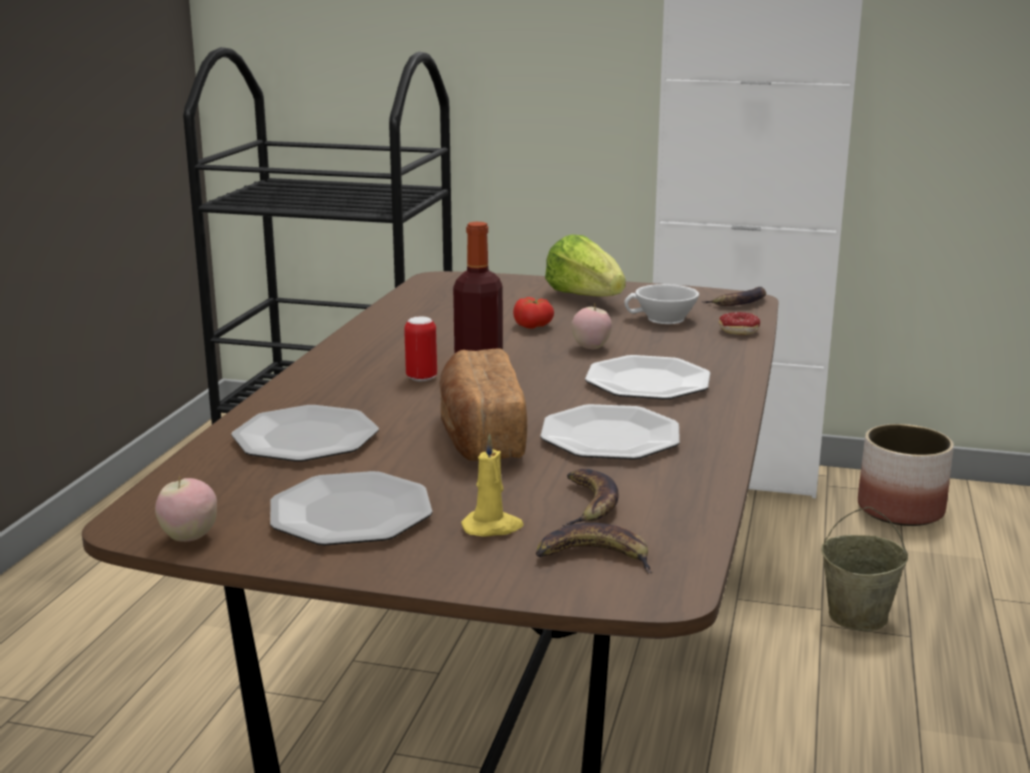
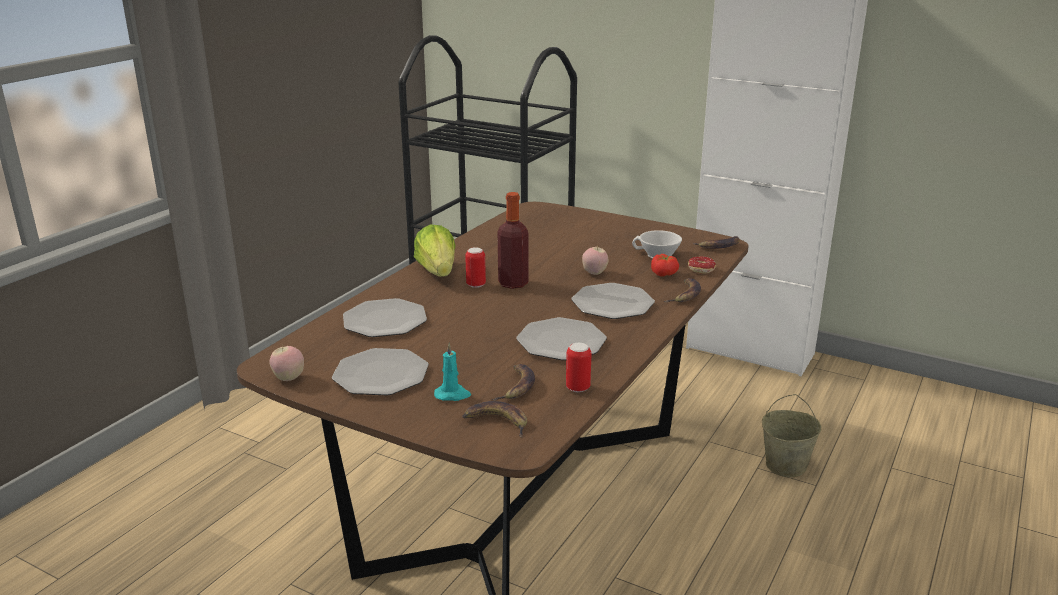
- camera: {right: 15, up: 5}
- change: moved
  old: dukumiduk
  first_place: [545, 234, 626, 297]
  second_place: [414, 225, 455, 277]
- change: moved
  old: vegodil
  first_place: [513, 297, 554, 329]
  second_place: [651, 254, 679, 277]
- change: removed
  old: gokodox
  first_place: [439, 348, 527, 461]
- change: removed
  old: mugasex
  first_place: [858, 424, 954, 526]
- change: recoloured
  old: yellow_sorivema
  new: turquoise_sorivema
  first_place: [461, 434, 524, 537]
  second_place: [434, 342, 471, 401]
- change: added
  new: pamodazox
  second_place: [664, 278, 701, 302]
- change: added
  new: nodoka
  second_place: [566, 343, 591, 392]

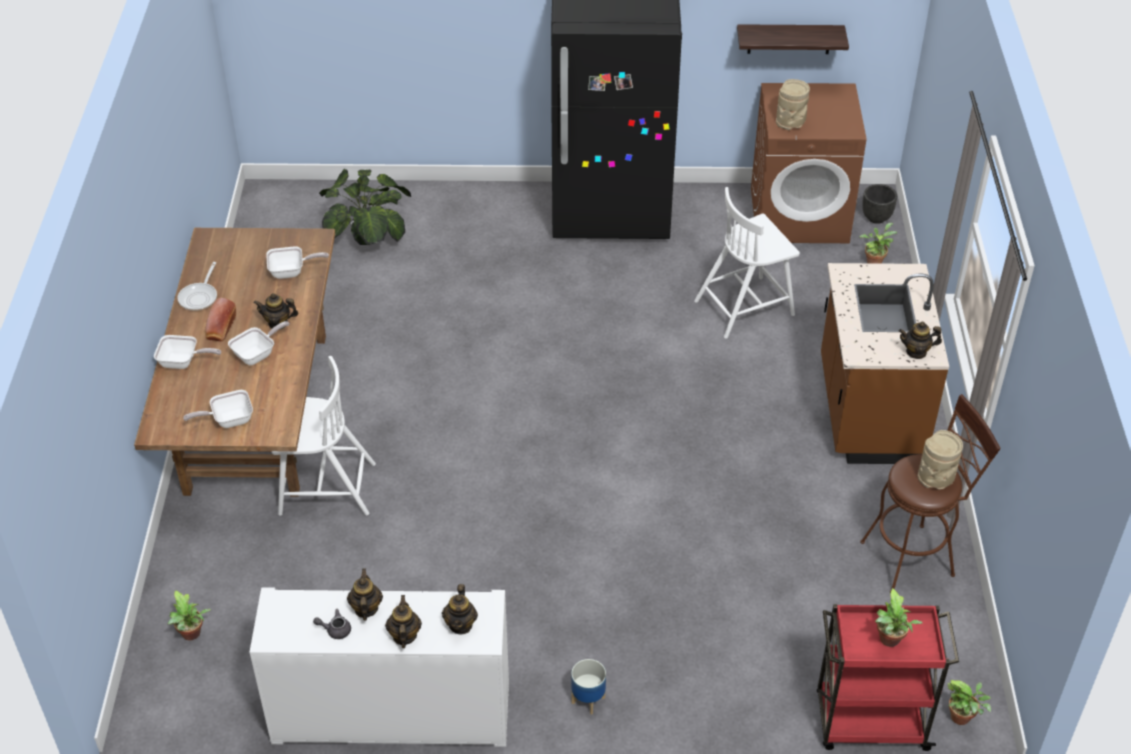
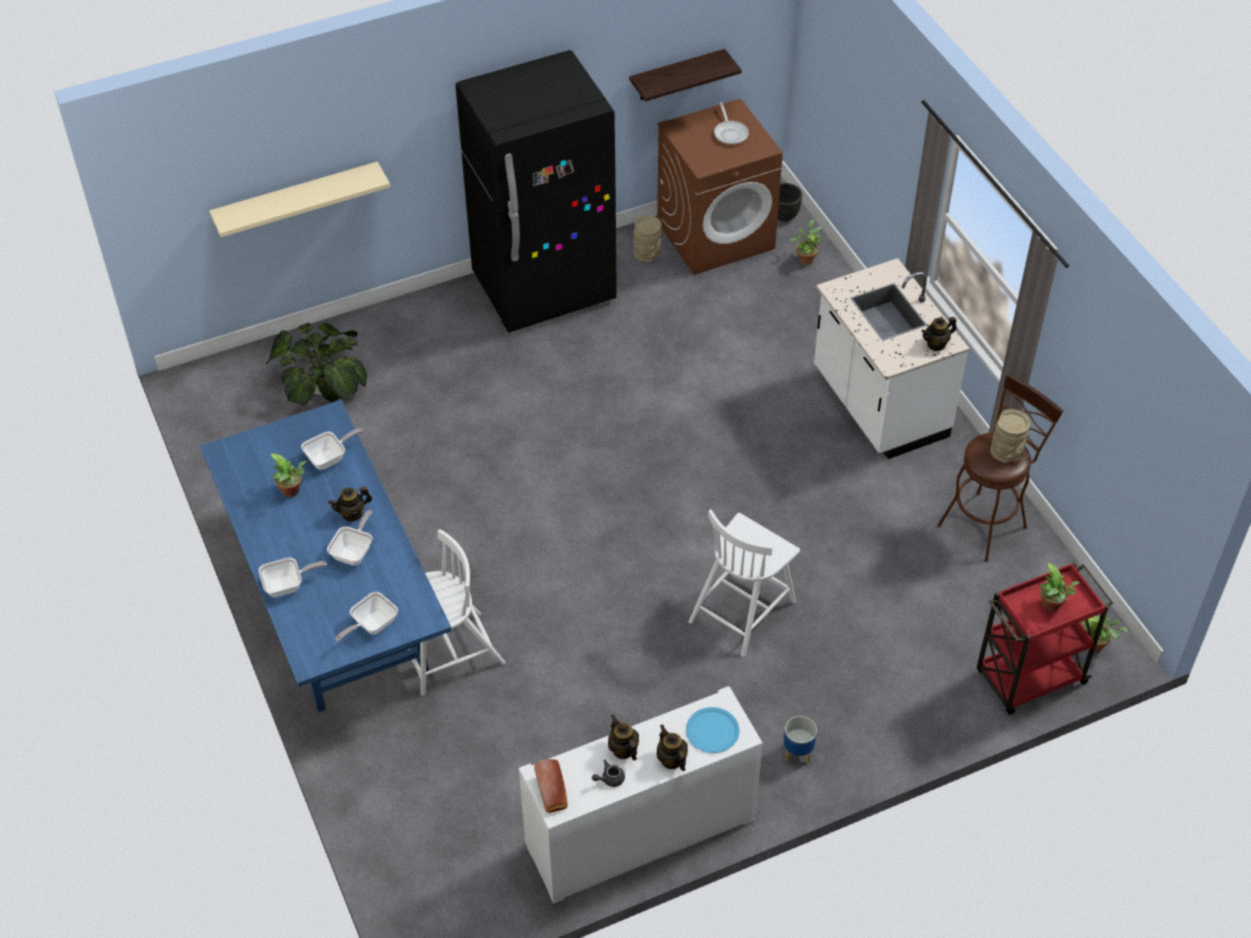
- camera: {right: -25, up: 5}
- change: moved
  old: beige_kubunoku
  first_place: [776, 79, 810, 130]
  second_place: [634, 215, 662, 262]
- change: moved
  old: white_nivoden
  first_place: [694, 187, 800, 339]
  second_place: [689, 509, 800, 657]
- change: recoloured
  old: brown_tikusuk
  new: blue_tikusuk
  first_place: [134, 228, 335, 497]
  second_place: [201, 400, 451, 712]
- change: moved
  old: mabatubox
  first_place: [178, 262, 217, 311]
  second_place: [714, 102, 749, 145]
- change: recoloured
  old: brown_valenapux
  new: white_valenapux
  first_place: [821, 263, 949, 464]
  second_place: [814, 258, 970, 459]
- change: moved
  old: gokodox
  first_place: [205, 298, 236, 341]
  second_place: [534, 759, 568, 813]
- change: replaced
  old: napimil
  new: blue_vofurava
  first_place: [442, 584, 478, 634]
  second_place: [686, 707, 740, 753]
- change: moved
  old: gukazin
  first_place: [168, 590, 211, 641]
  second_place: [271, 454, 306, 497]
- change: added
  new: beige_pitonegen
  second_place: [209, 162, 390, 237]

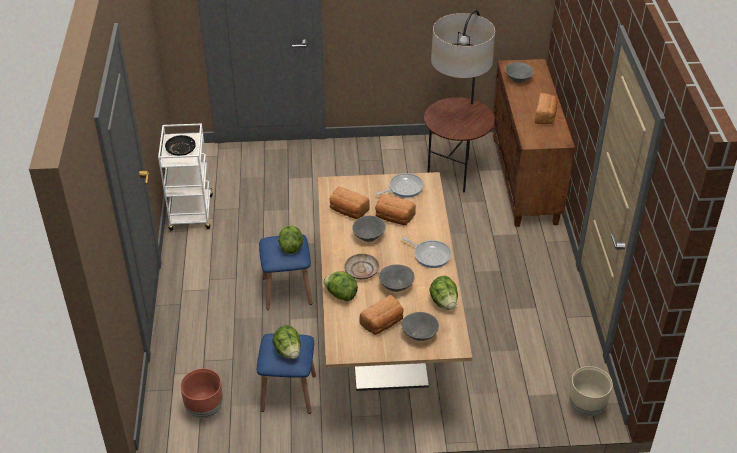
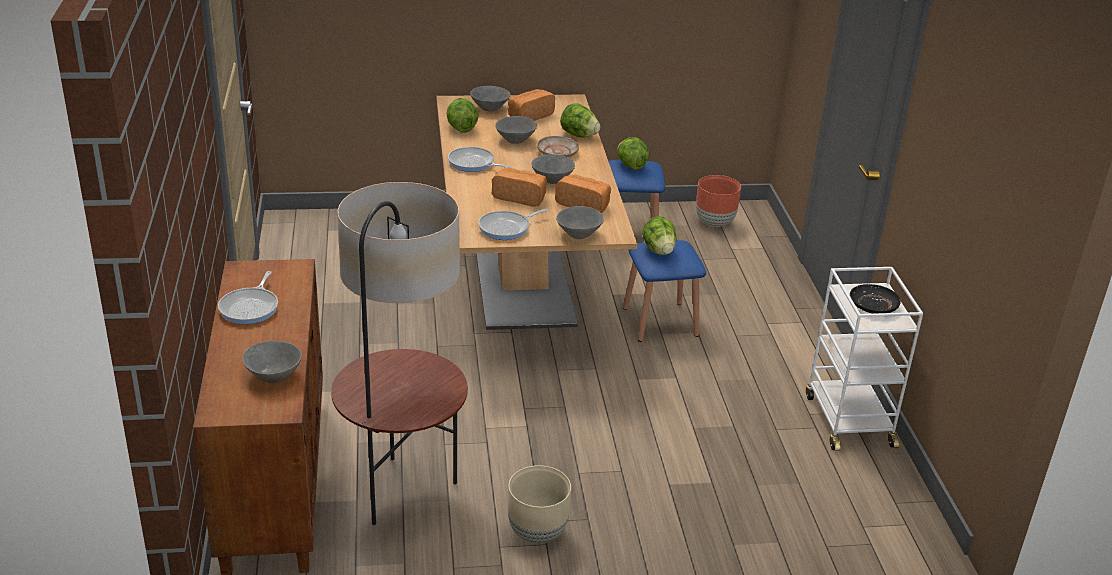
- camera: {right: 175, up: -10}
- change: replaced
  old: gokodox
  new: mabatubox
  first_place: [535, 93, 558, 124]
  second_place: [218, 271, 278, 324]
- change: moved
  old: beige_mugasex
  first_place: [569, 366, 613, 416]
  second_place: [508, 465, 571, 544]
- change: added
  new: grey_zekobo
  second_place: [556, 206, 604, 239]

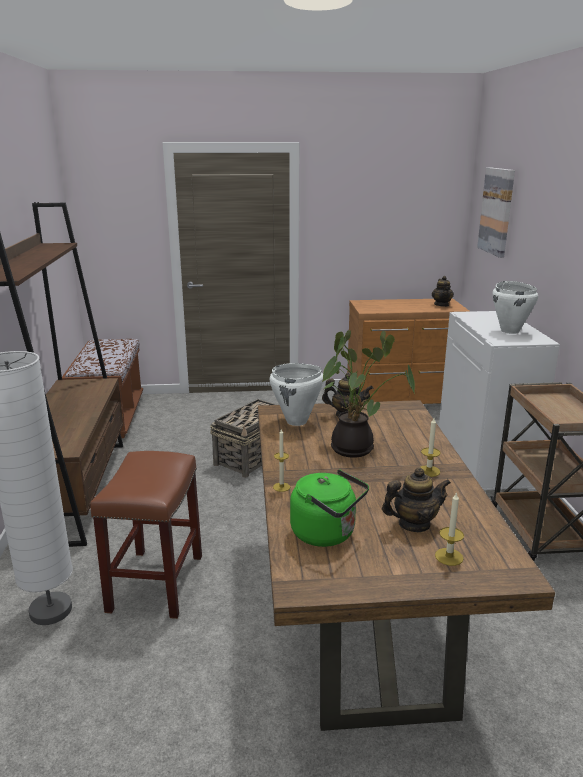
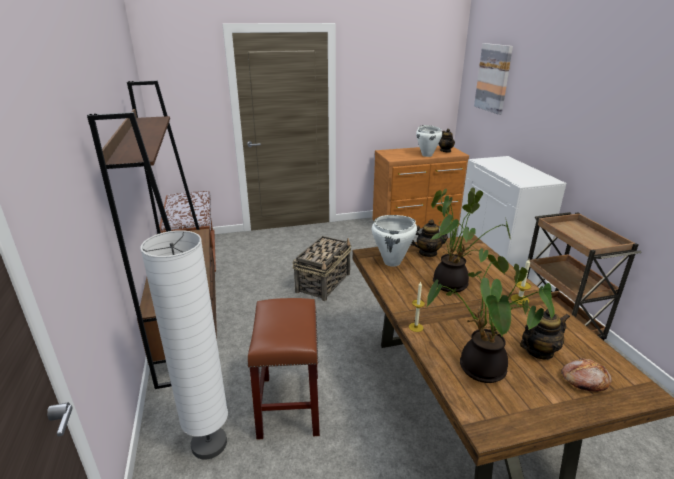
- camera: {right: -10, up: 5}
- change: moved
  old: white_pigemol
  first_place: [492, 281, 538, 334]
  second_place: [416, 125, 442, 157]
- change: replaced
  old: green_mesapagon
  new: gukazin
  first_place: [290, 469, 369, 547]
  second_place: [426, 255, 555, 383]
- change: replaced
  old: sorivema
  new: gokodox
  first_place: [435, 492, 464, 566]
  second_place: [561, 358, 612, 392]

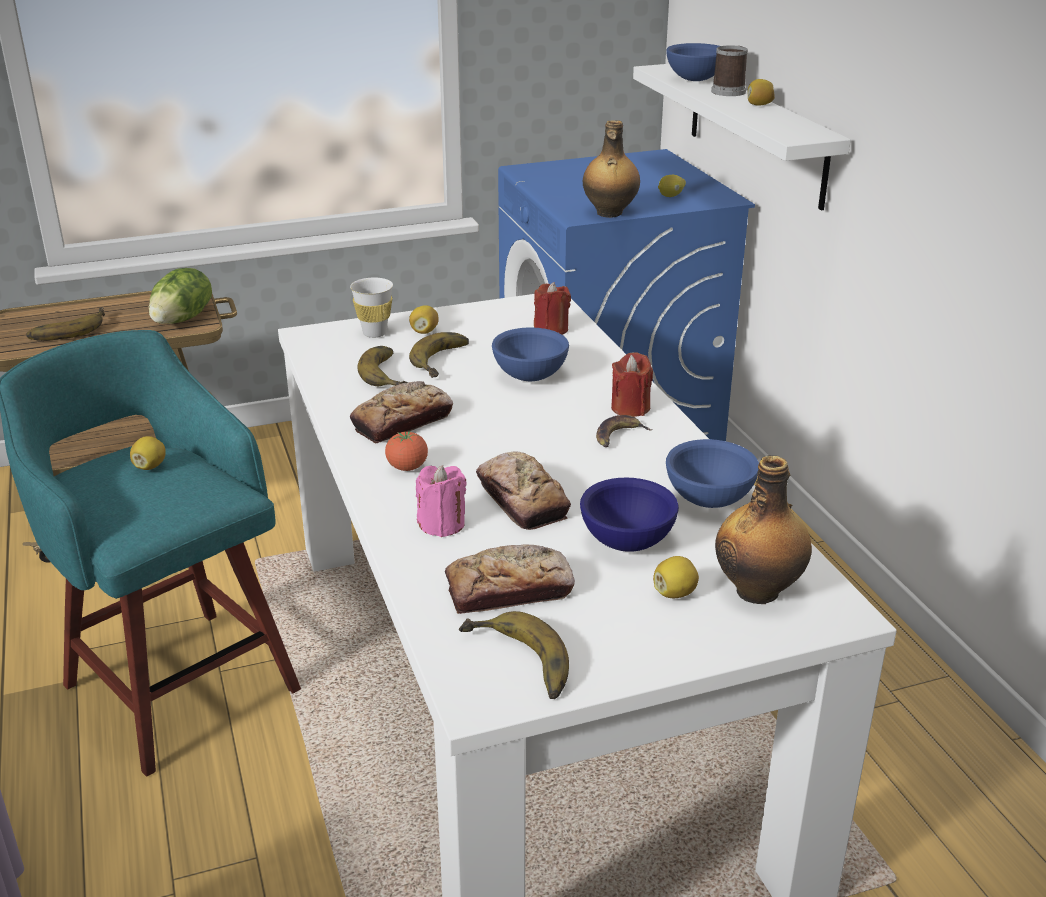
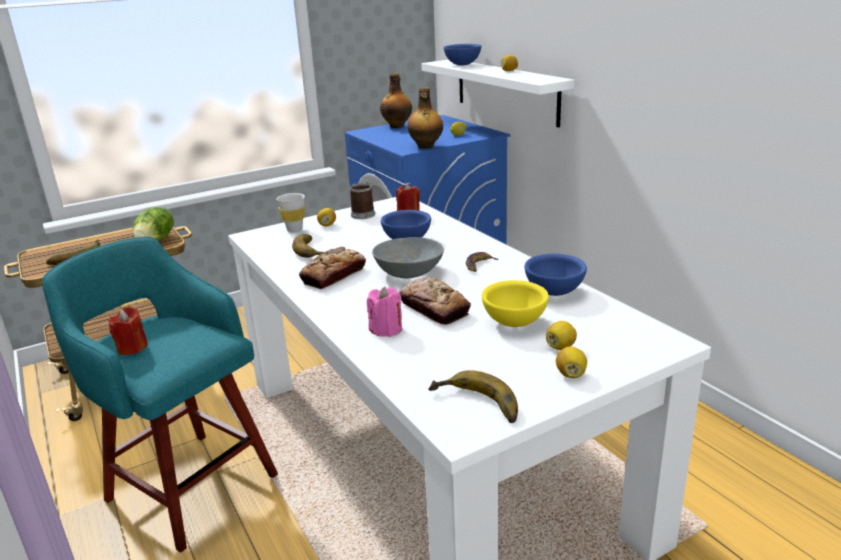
- camera: {right: -10, up: -5}
- change: moved
  old: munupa
  first_place: [711, 45, 748, 96]
  second_place: [350, 182, 375, 219]
- change: removed
  old: pamodazox
  first_place: [409, 332, 469, 378]
- change: moved
  old: red_sorivema
  first_place: [611, 352, 653, 417]
  second_place: [108, 306, 148, 355]
- change: removed
  old: vegodil
  first_place: [385, 431, 428, 471]
- change: moved
  old: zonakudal
  first_place: [130, 436, 166, 470]
  second_place: [556, 346, 587, 378]
- change: moved
  old: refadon
  first_place: [715, 456, 812, 604]
  second_place: [380, 73, 412, 128]
- change: recoloured
  old: blue_zekobo
  new: yellow_zekobo
  first_place: [580, 478, 679, 552]
  second_place: [482, 280, 549, 327]
- change: removed
  old: gokodox
  first_place: [445, 545, 575, 614]
- change: added
  new: grey_zekobo
  second_place: [372, 237, 444, 278]

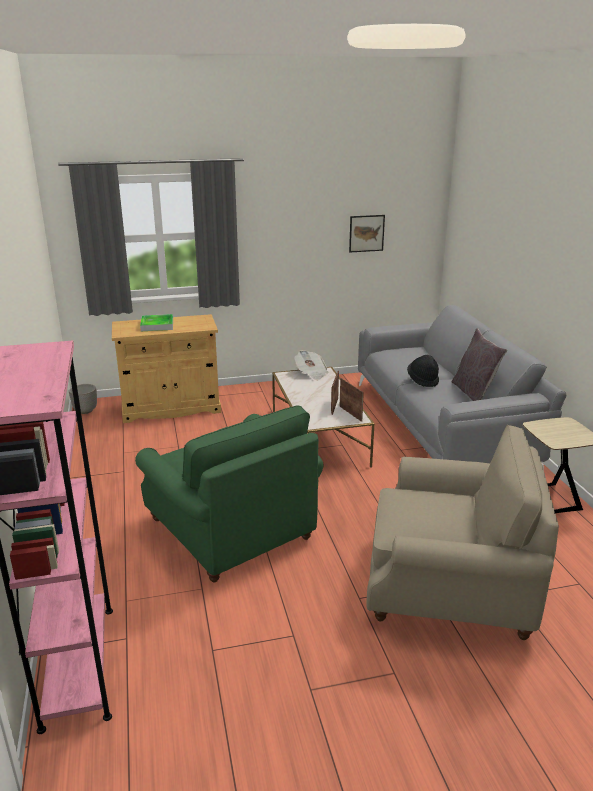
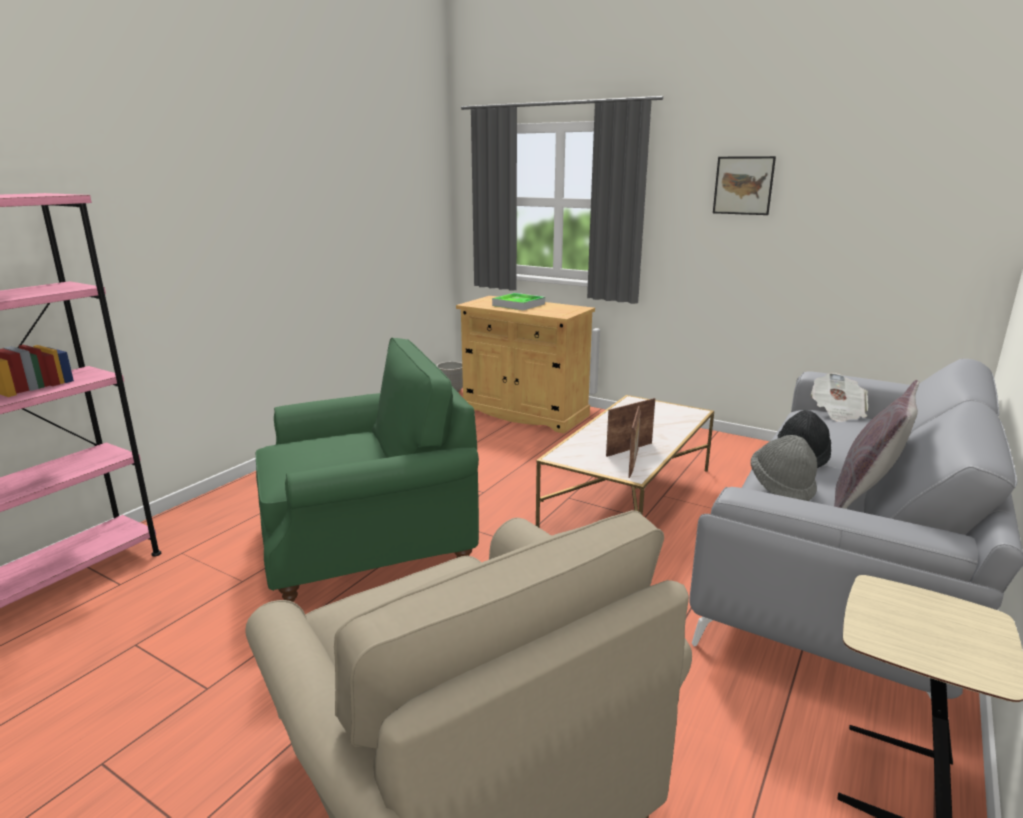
- camera: {right: 45, up: -5}
- change: moved
  old: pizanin
  first_place: [349, 215, 385, 252]
  second_place: [713, 156, 776, 215]
- change: moved
  old: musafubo
  first_place: [294, 350, 329, 380]
  second_place: [811, 373, 868, 422]
- change: turned
  old: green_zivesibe
  first_place: [135, 405, 323, 582]
  second_place: [256, 338, 479, 602]
  degrees: -120
- change: added
  new: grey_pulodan
  second_place: [750, 435, 817, 501]

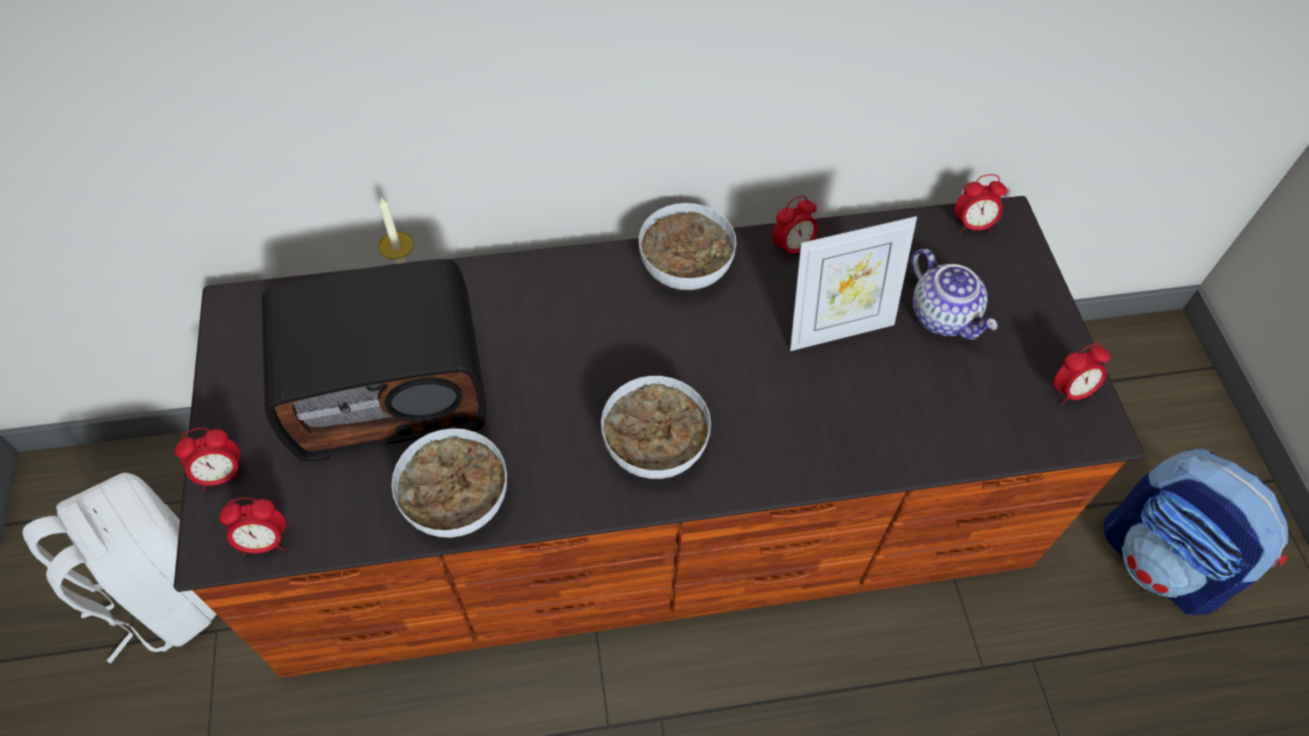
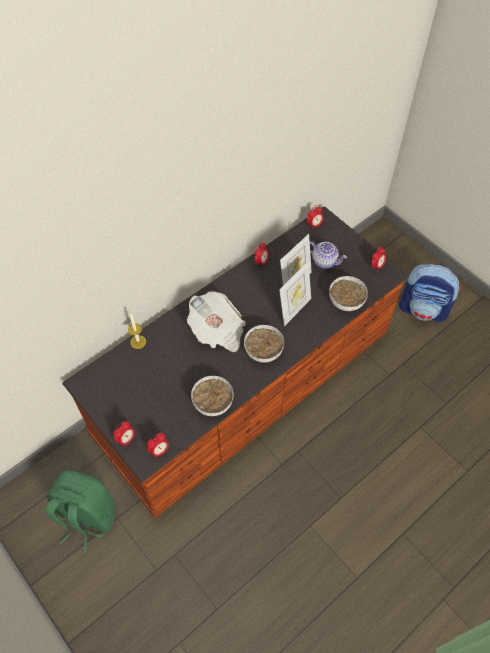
- camera: {right: -30, up: 0}
- change: moved
  old: zekobo
  first_place: [639, 203, 736, 290]
  second_place: [329, 276, 368, 311]
- change: removed
  old: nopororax
  first_place: [262, 259, 487, 461]
- change: recoloured
  old: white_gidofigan
  new: green_gidofigan
  first_place: [22, 473, 217, 664]
  second_place: [45, 470, 115, 552]
- change: added
  new: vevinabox
  second_place: [279, 261, 311, 326]
- change: added
  new: musafubo
  second_place: [187, 291, 246, 352]

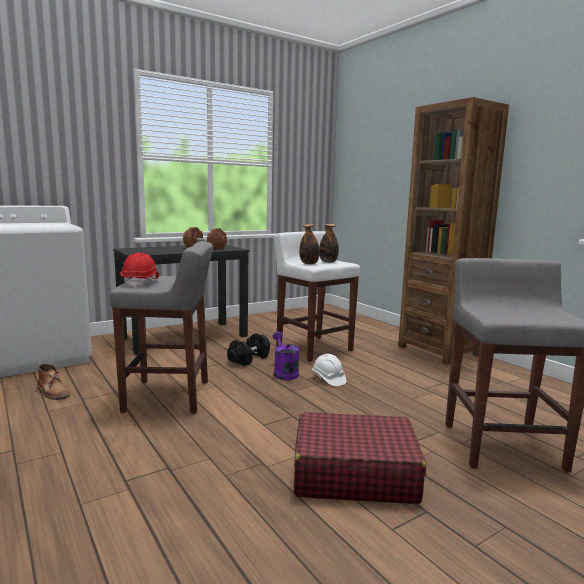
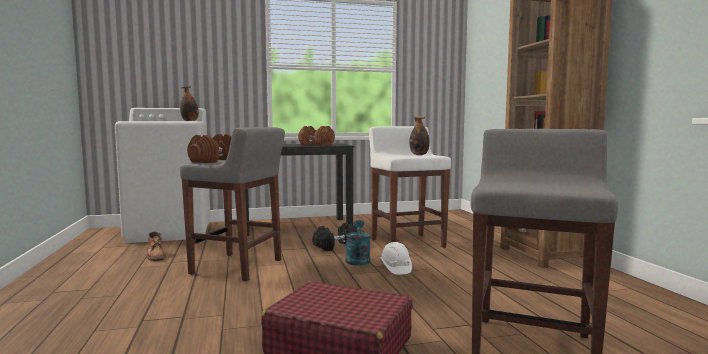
- camera: {right: 20, up: -5}
- change: moved
  old: refadon
  first_place: [299, 224, 320, 264]
  second_place: [180, 86, 199, 121]
- change: replaced
  old: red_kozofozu
  new: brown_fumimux
  first_place: [120, 253, 159, 288]
  second_place: [187, 134, 232, 163]
- change: recoloured
  old: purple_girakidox
  new: turquoise_girakidox
  first_place: [273, 332, 299, 380]
  second_place: [346, 220, 370, 266]

